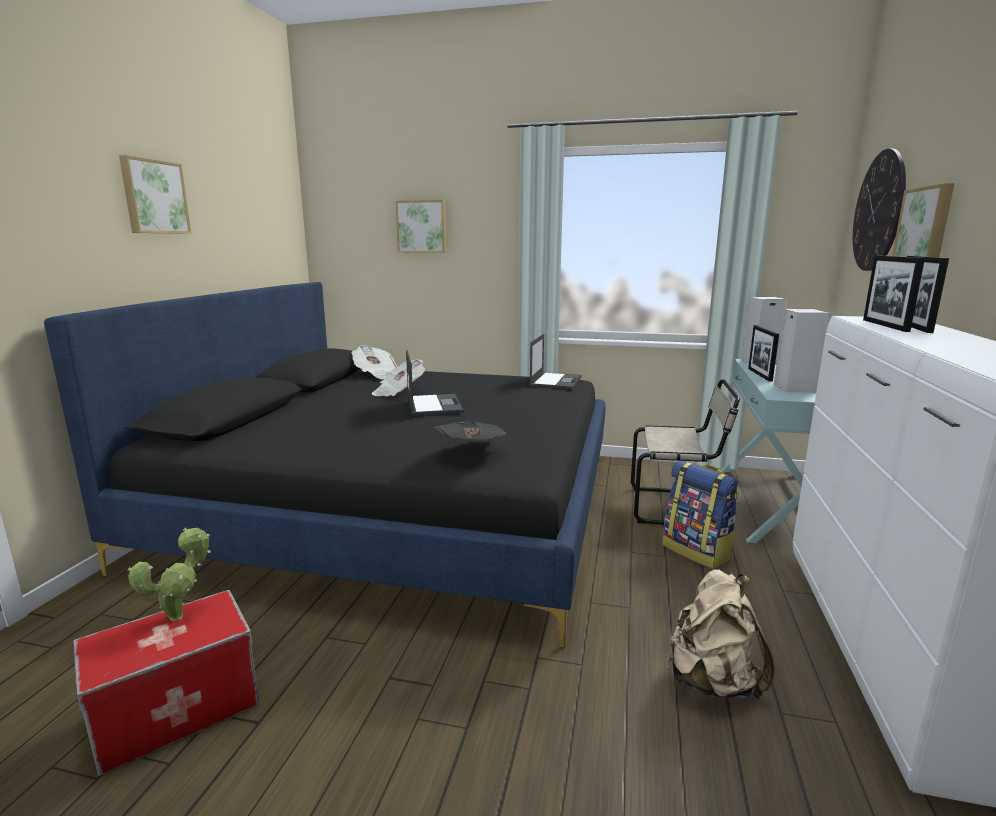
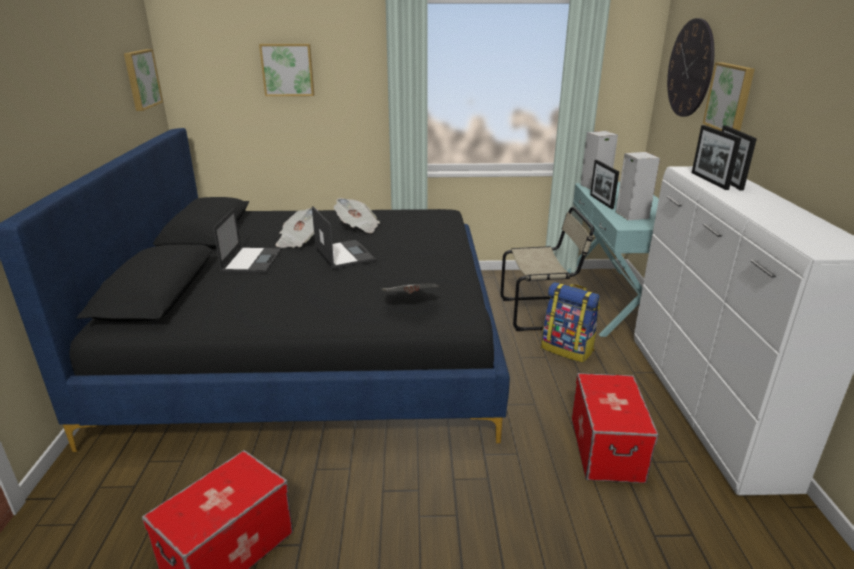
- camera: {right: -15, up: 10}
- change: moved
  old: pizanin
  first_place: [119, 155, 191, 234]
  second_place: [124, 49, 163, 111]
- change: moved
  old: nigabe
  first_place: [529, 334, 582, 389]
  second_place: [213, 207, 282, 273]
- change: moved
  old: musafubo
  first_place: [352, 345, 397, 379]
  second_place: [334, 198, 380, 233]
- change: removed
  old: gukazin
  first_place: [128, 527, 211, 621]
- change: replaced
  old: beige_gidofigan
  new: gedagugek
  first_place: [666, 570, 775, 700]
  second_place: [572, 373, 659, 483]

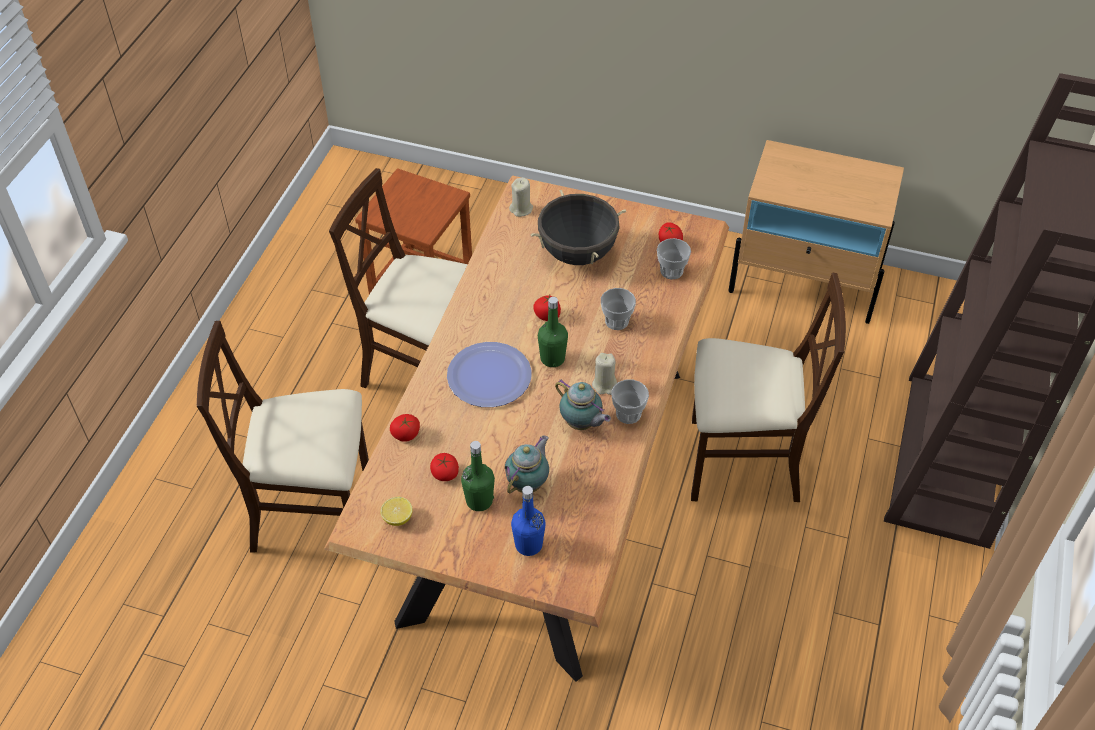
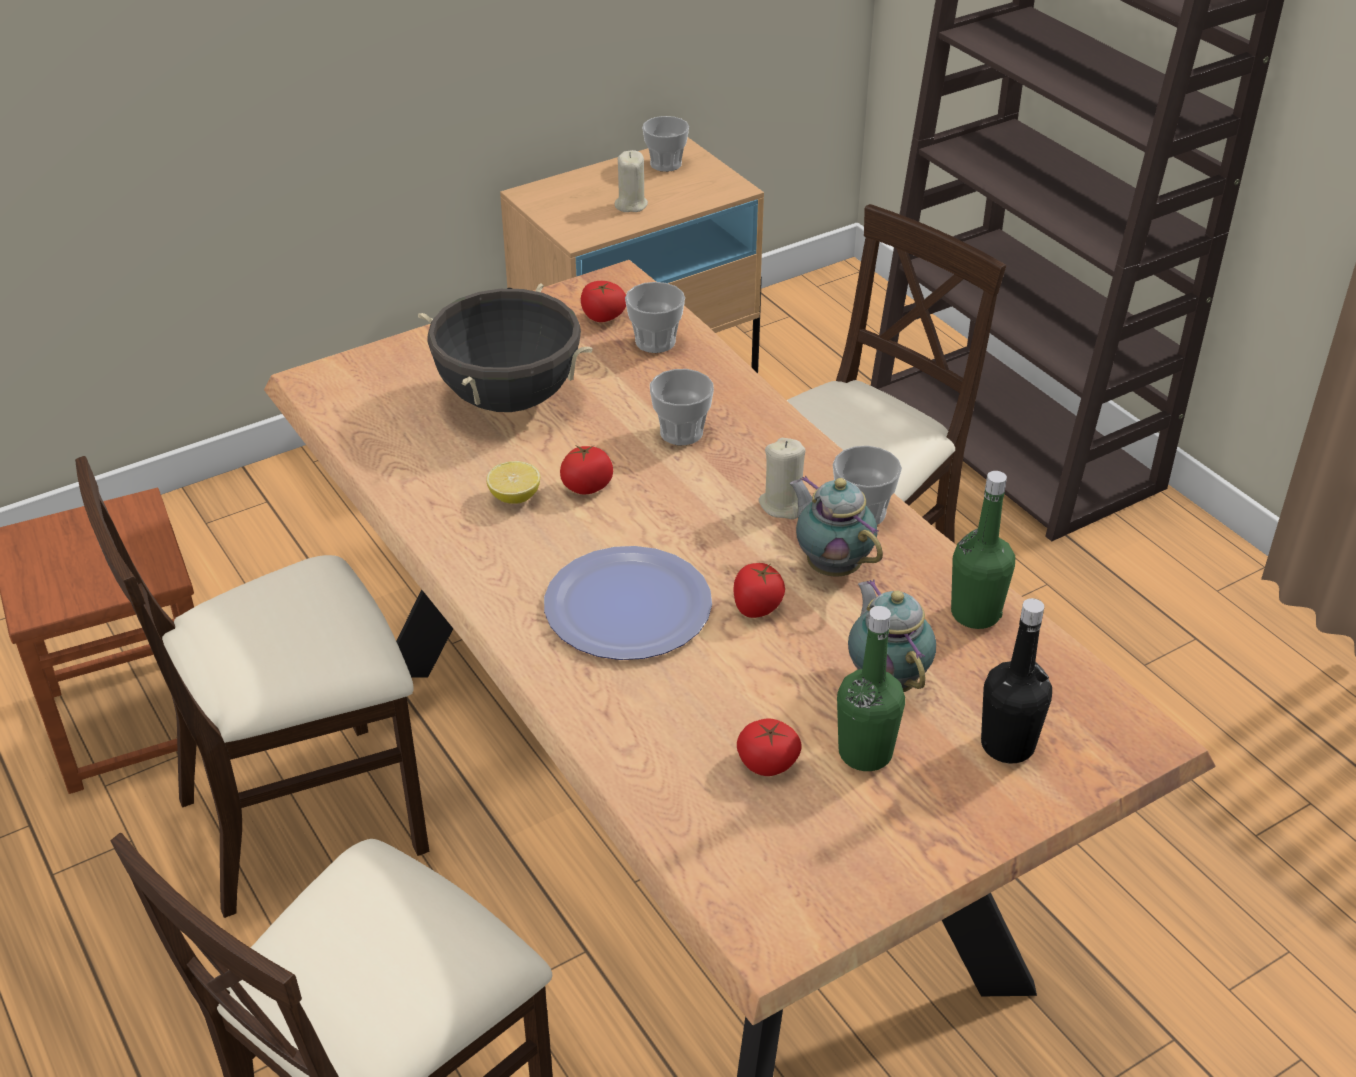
- camera: {right: -50, up: -10}
- change: moved
  old: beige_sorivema
  first_place: [509, 177, 533, 217]
  second_place: [615, 150, 648, 212]
- change: moved
  old: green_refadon
  first_place: [538, 297, 568, 367]
  second_place: [951, 471, 1015, 629]
- change: turned
  old: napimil
  first_place: [555, 379, 611, 430]
  second_place: [789, 476, 883, 576]
  degrees: -120
- change: moved
  old: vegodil
  first_place: [390, 414, 420, 442]
  second_place: [733, 563, 785, 618]
- change: recoloured
  old: blue_refadon
  new: black_refadon
  first_place: [511, 486, 546, 556]
  second_place: [981, 598, 1052, 763]
- change: moved
  old: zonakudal
  first_place: [380, 497, 412, 526]
  second_place: [486, 461, 540, 504]
- change: added
  new: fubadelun
  second_place: [642, 116, 689, 172]

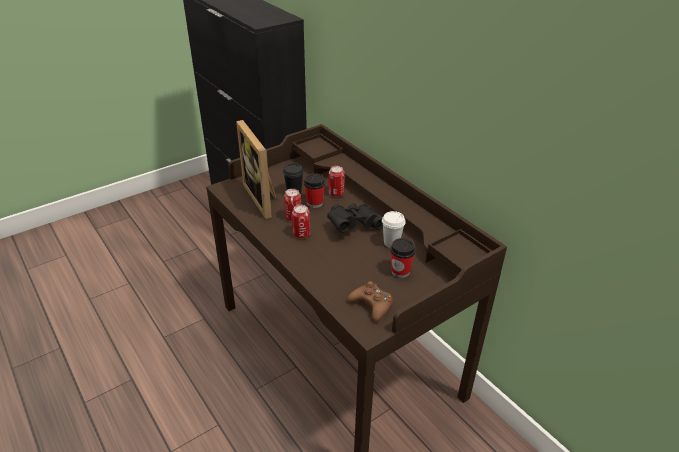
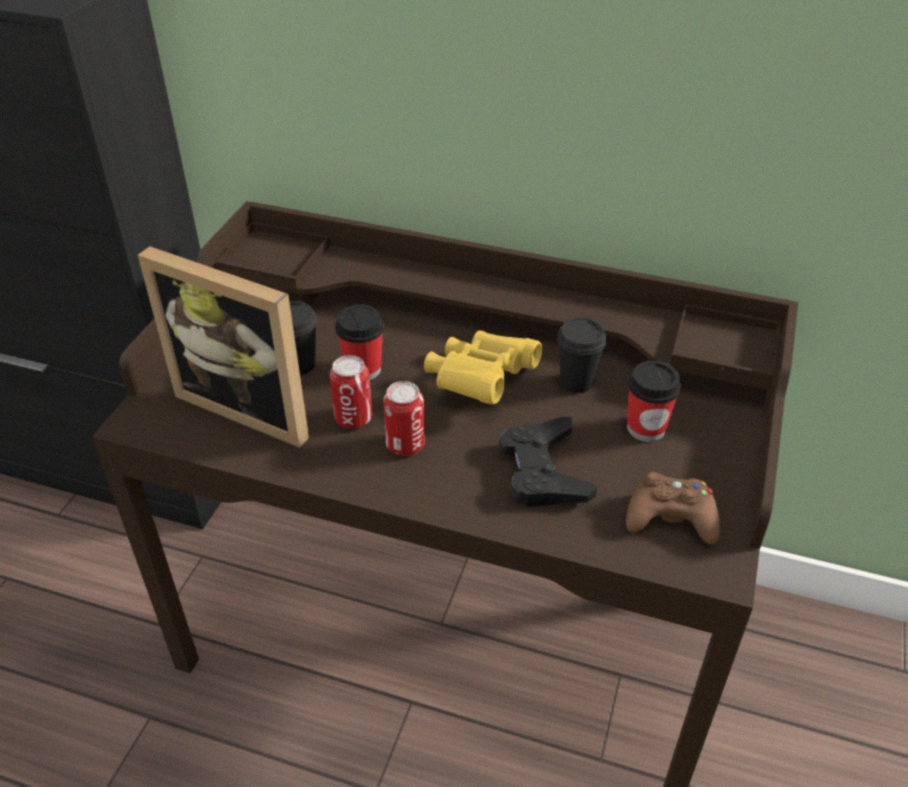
- camera: {right: -35, up: 5}
- change: removed
  old: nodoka
  first_place: [329, 166, 345, 197]
- change: recoloured
  old: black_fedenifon
  new: yellow_fedenifon
  first_place: [327, 203, 383, 233]
  second_place: [424, 330, 542, 405]
- change: recoloured
  old: white_fubadelun
  new: black_fubadelun
  first_place: [382, 211, 406, 248]
  second_place: [557, 317, 607, 393]
- change: added
  new: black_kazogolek
  second_place: [499, 417, 597, 507]

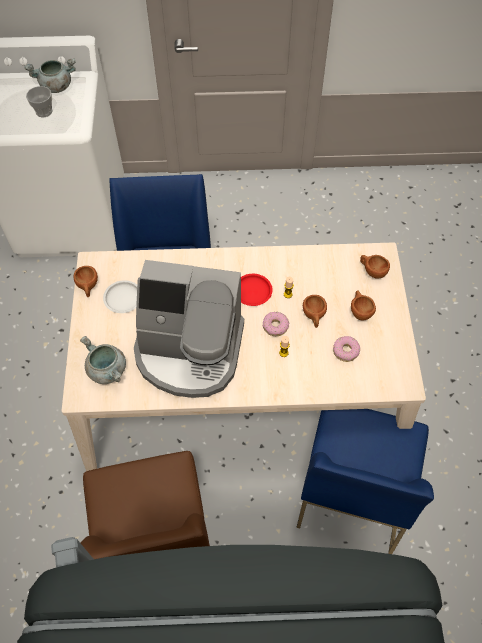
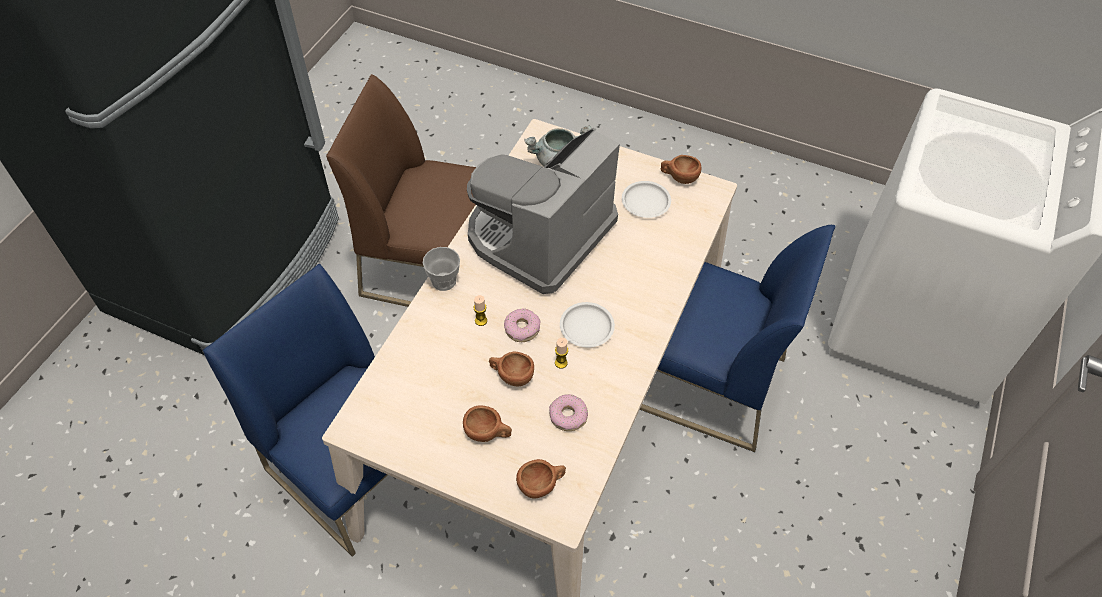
- camera: {right: 115, up: -5}
- change: removed
  old: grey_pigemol
  first_place: [24, 58, 76, 93]
- change: moved
  old: fubadelun
  first_place: [26, 86, 53, 117]
  second_place: [423, 247, 460, 291]
- change: recoloured
  old: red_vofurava
  new: white_vofurava
  first_place: [241, 274, 273, 306]
  second_place: [560, 302, 615, 347]
- change: moved
  old: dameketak
  first_place: [333, 336, 360, 362]
  second_place: [549, 394, 588, 431]

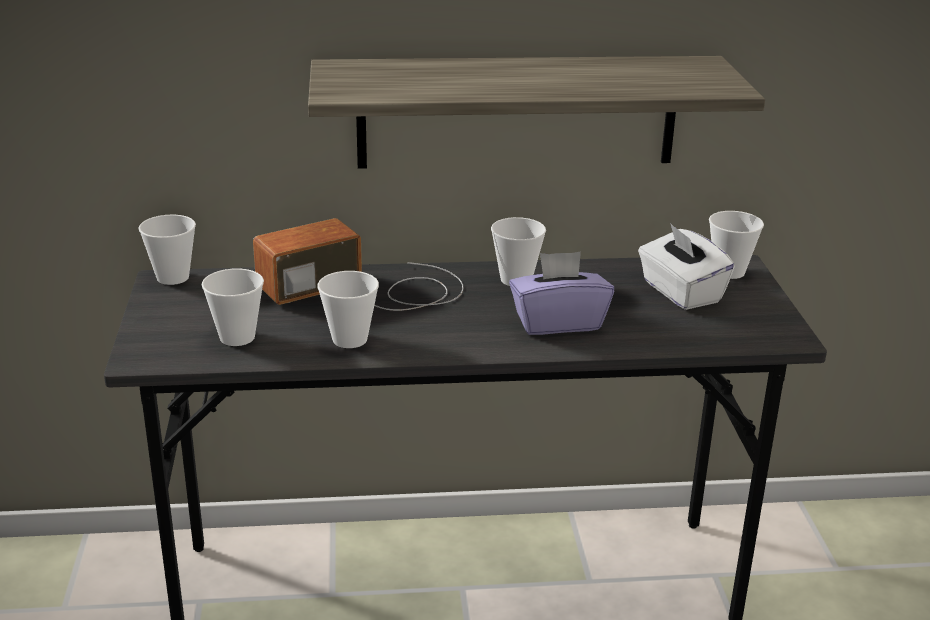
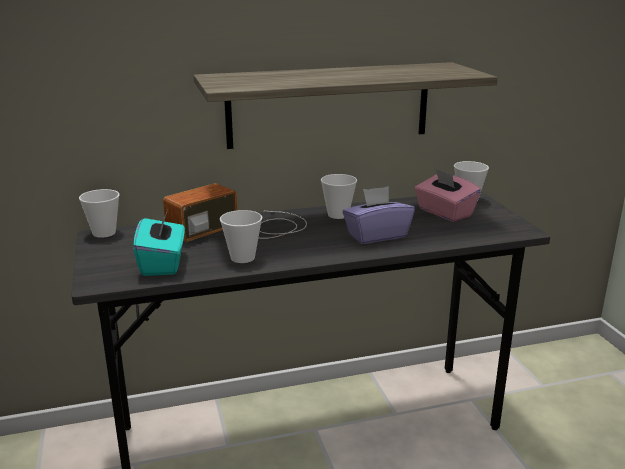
- camera: {right: -10, up: -5}
- change: recoloured
  old: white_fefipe
  new: pink_fefipe
  first_place: [638, 223, 735, 310]
  second_place: [415, 168, 481, 222]
- change: replaced
  old: fubadelun
  new: turquoise_fefipe
  first_place: [202, 269, 264, 346]
  second_place: [133, 210, 185, 276]

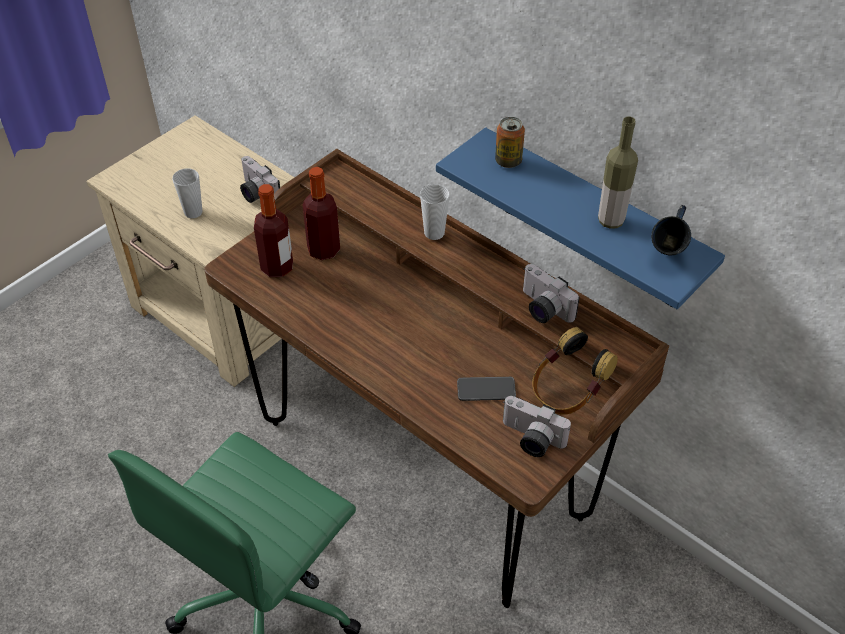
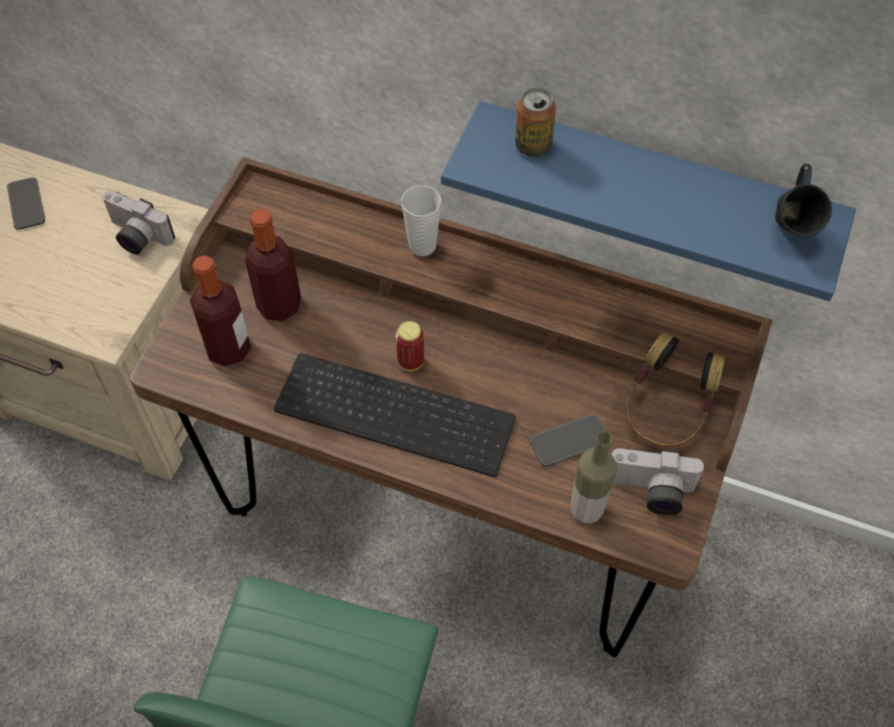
- camera: {right: -20, up: 10}
- change: moved
  old: refadon
  first_place: [598, 116, 638, 229]
  second_place: [571, 431, 617, 525]
- change: removed
  old: fubadelun
  first_place: [172, 168, 202, 218]
- change: removed
  old: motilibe
  first_place: [523, 264, 579, 323]
- change: added
  new: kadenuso
  second_place: [7, 177, 45, 230]
- change: added
  new: nodoka
  second_place: [396, 321, 424, 371]
- change: added
  new: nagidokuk
  second_place: [274, 353, 516, 477]

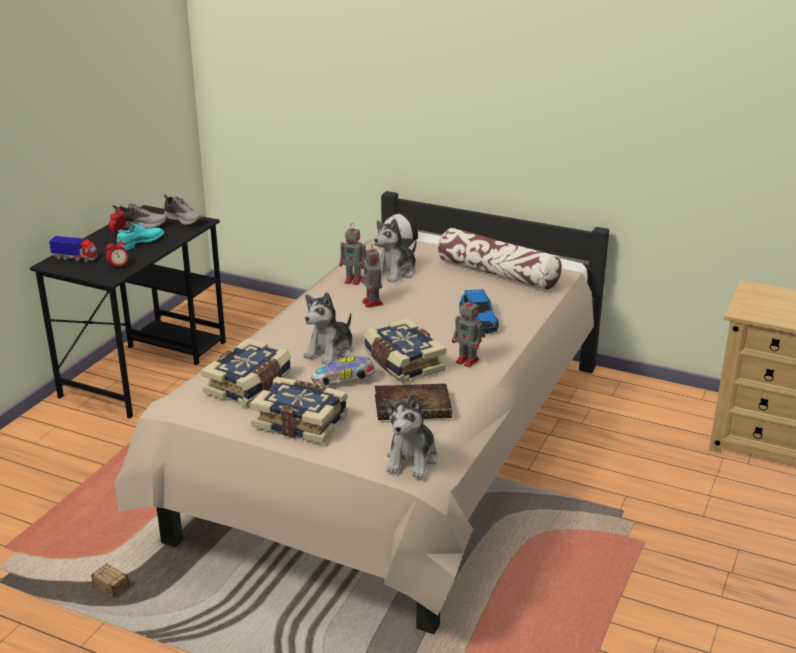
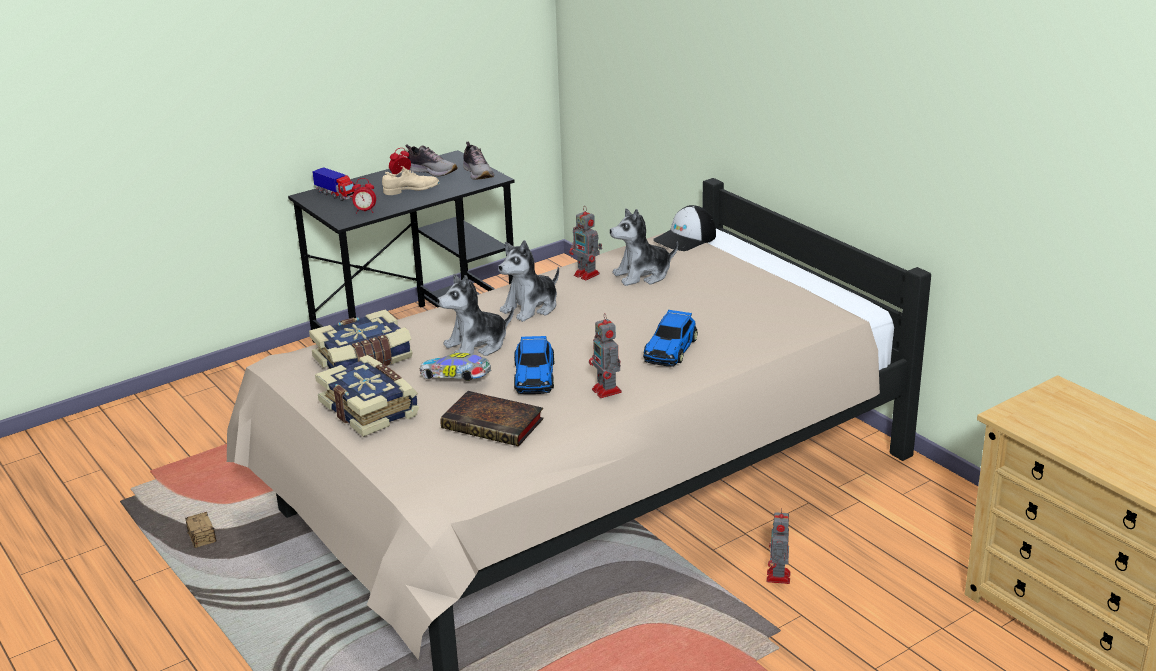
- camera: {right: 30, up: 0}
- change: recoloured
  old: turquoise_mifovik
  new: beige_mifovik
  first_place: [117, 223, 164, 250]
  second_place: [382, 166, 440, 195]
- change: removed
  old: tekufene
  first_place: [438, 228, 562, 290]
- change: moved
  old: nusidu
  first_place: [361, 244, 384, 308]
  second_place: [766, 509, 791, 584]
- change: replaced
  old: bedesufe
  new: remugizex
  first_place: [364, 318, 446, 383]
  second_place: [514, 336, 554, 394]
- change: moved
  old: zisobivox
  first_place: [384, 394, 438, 478]
  second_place: [498, 240, 559, 322]

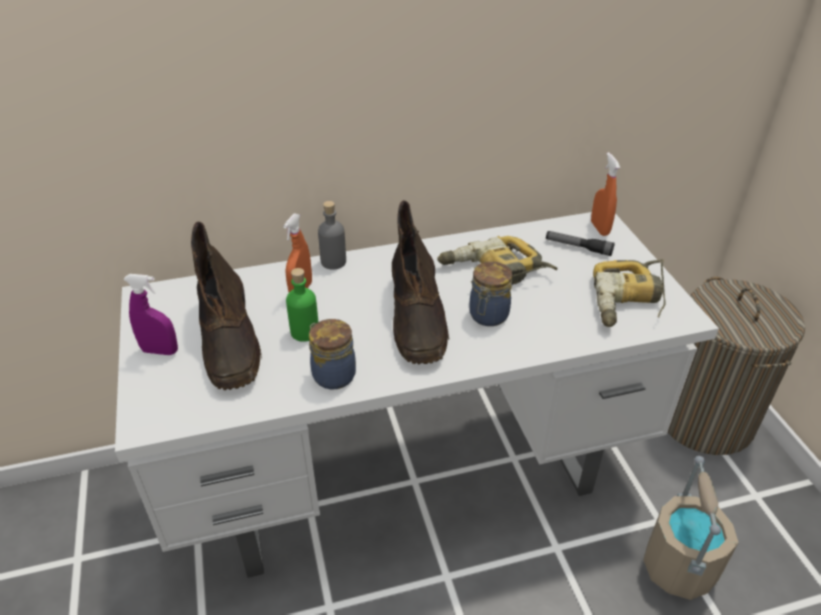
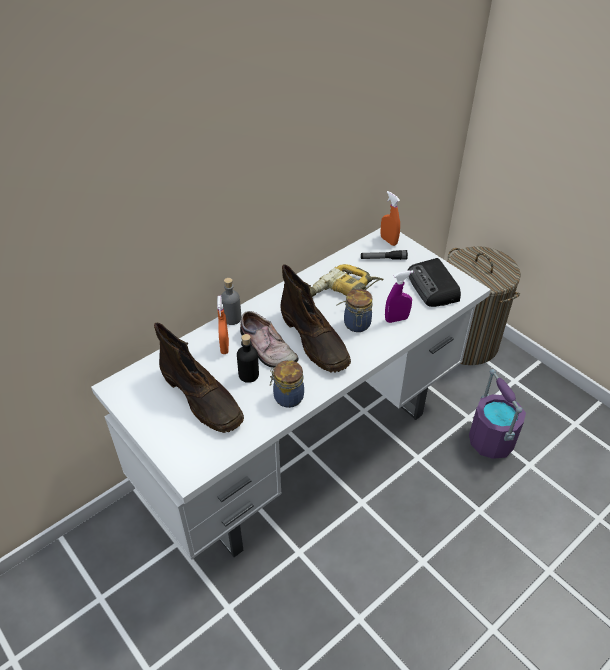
- camera: {right: -25, up: 5}
- change: replaced
  old: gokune
  new: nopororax
  first_place: [593, 259, 666, 327]
  second_place: [407, 258, 461, 307]
- change: recoloured
  old: green_refadon
  new: black_refadon
  first_place: [286, 268, 318, 342]
  second_place: [237, 334, 259, 383]
- change: moved
  old: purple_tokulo
  first_place: [123, 274, 178, 355]
  second_place: [385, 270, 413, 323]
- change: recoloured
  old: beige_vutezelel
  new: purple_vutezelel
  first_place: [643, 456, 739, 600]
  second_place: [469, 369, 526, 459]
- change: added
  new: mifovik
  second_place: [240, 311, 299, 368]

